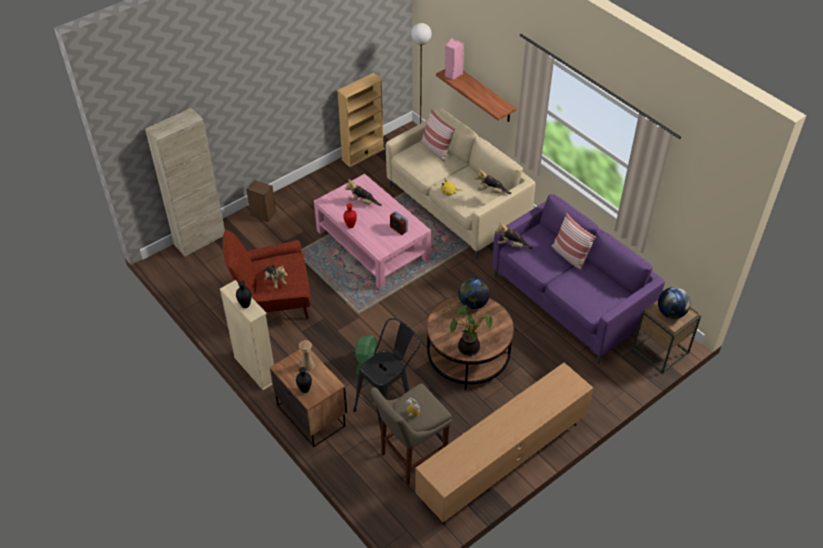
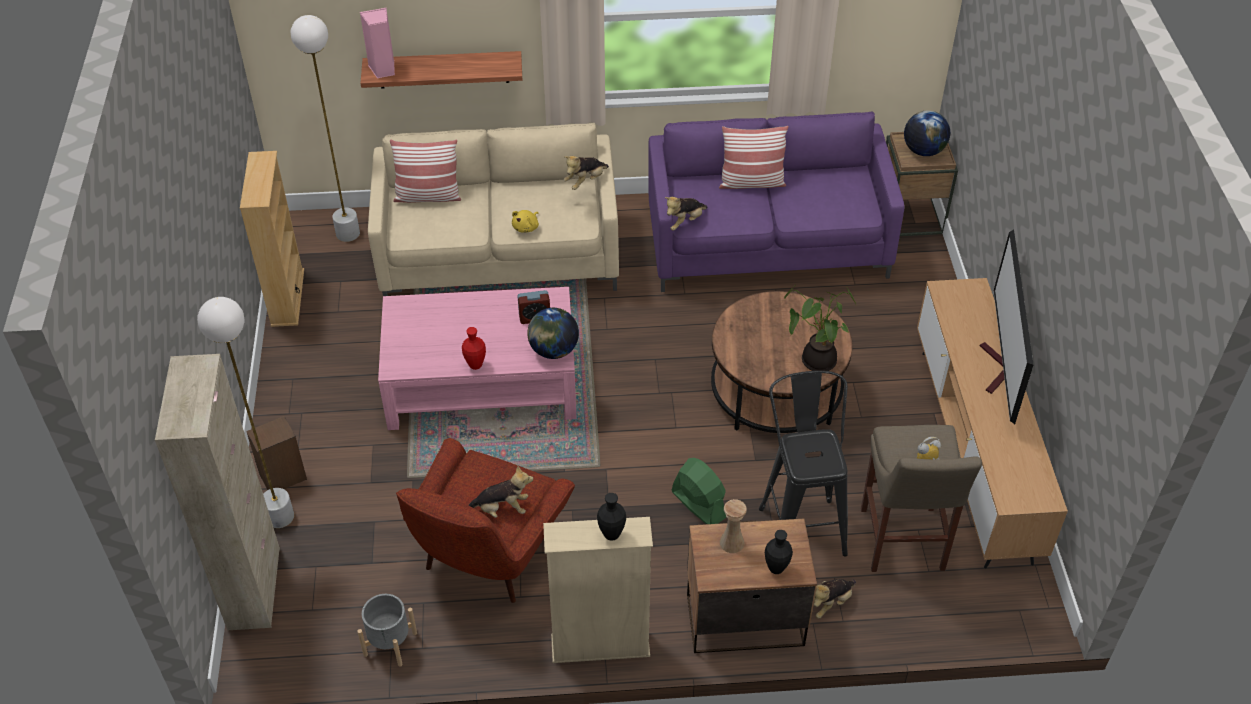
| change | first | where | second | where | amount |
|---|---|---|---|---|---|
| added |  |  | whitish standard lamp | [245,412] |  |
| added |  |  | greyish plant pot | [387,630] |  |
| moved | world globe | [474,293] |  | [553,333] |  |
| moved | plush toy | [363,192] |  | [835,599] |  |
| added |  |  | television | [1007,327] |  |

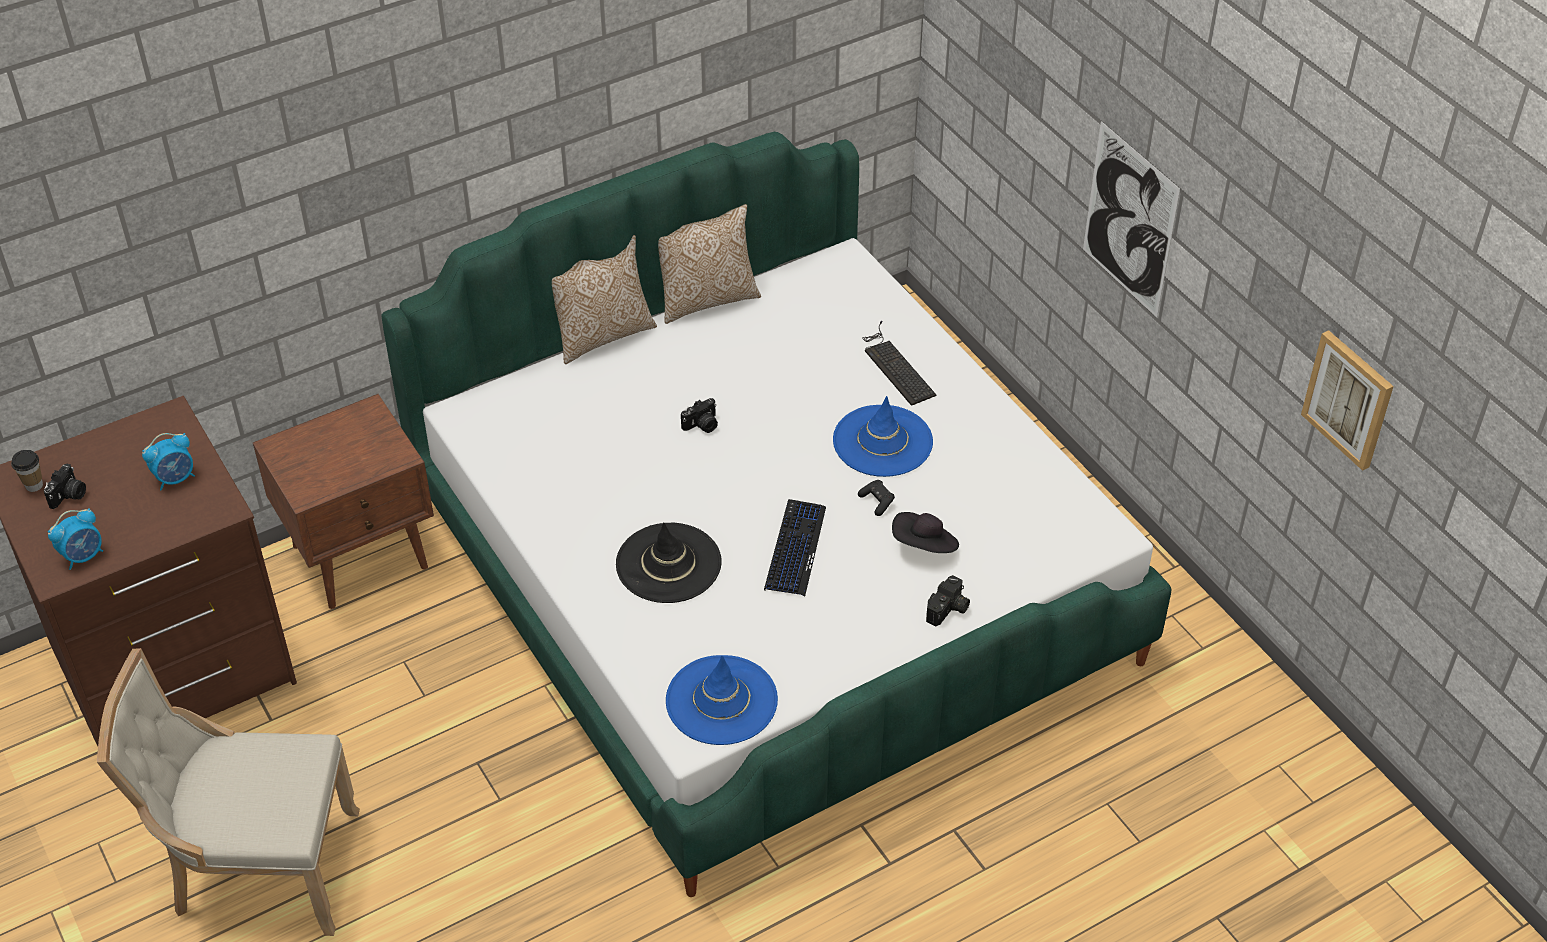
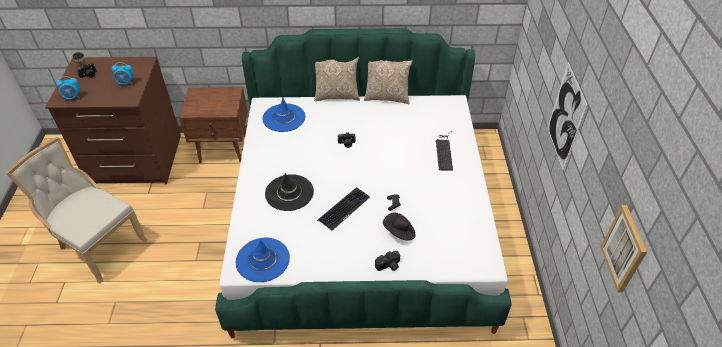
| change | first | where | second | where | amount |
|---|---|---|---|---|---|
| moved | blue-coloured wearable hat | [883,436] |  | [283,114] |  |

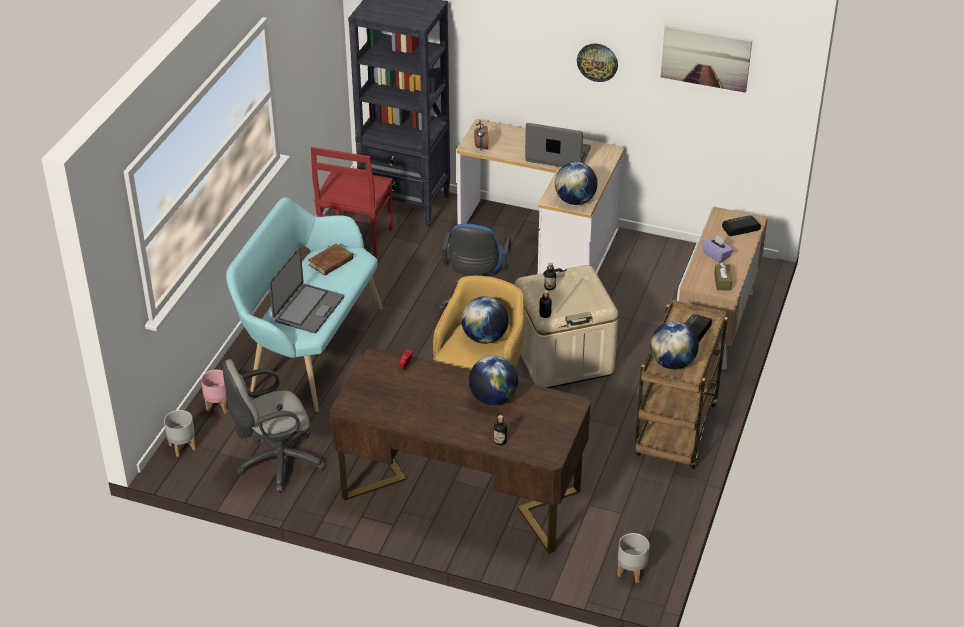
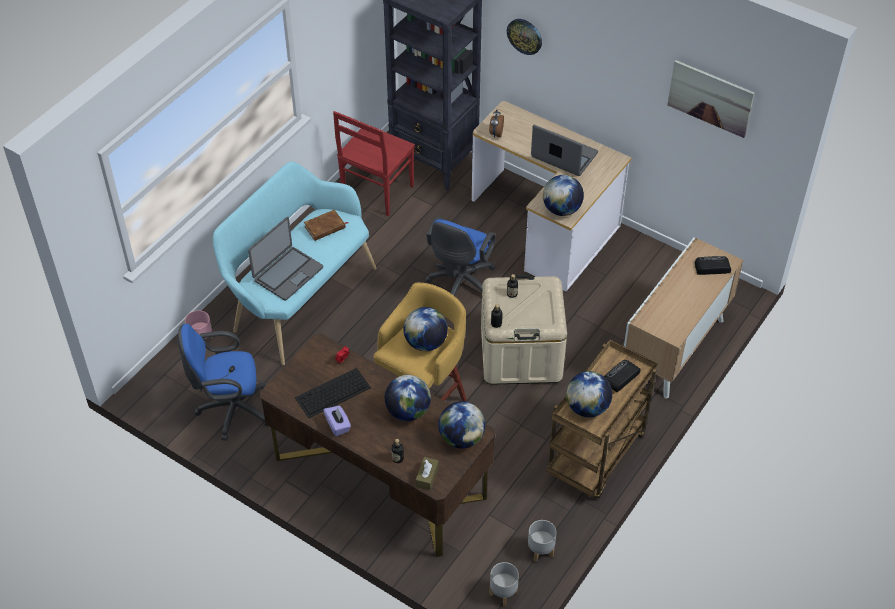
| change | first | where | second | where | amount |
|---|---|---|---|---|---|
| recoloured | greyish desk chair | [274,425] | blue-coloured desk chair | [223,382] |  |
| added |  |  | computer keyboard | [333,393] |  |
| moved | purple box of tissues | [717,249] |  | [337,421] |  |
| moved | brown box of tissues | [723,276] |  | [427,473] |  |
| added |  |  | world globe | [461,425] |  |
| moved | hanging clock | [597,63] |  | [524,37] |  |
| moved | greyish plant pot | [180,433] |  | [542,541] |  |

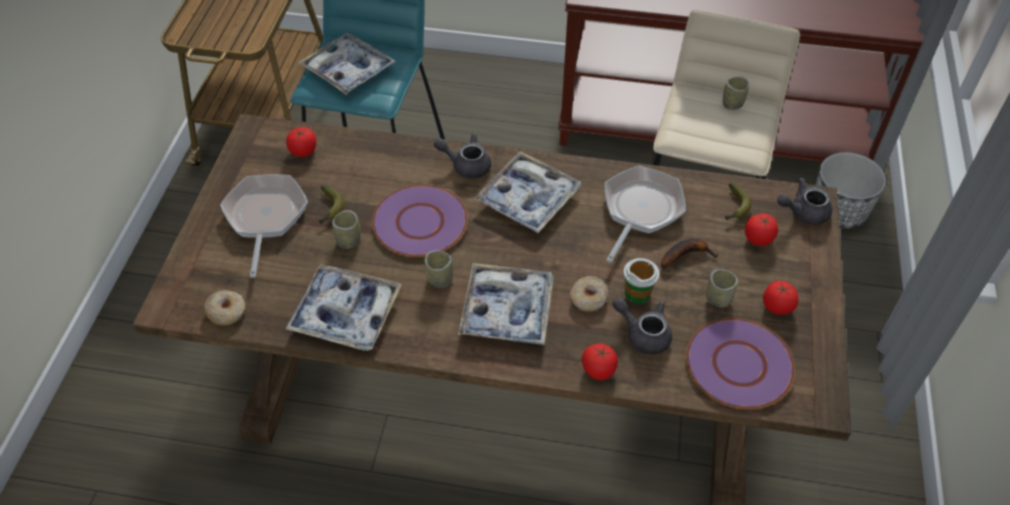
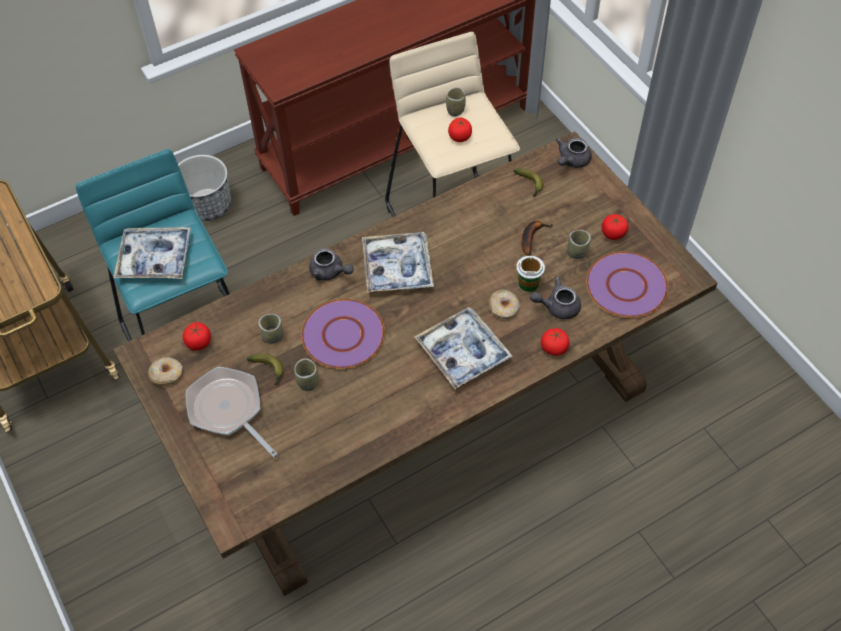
| change | first | where | second | where | amount |
|---|---|---|---|---|---|
| moved | ring doughnut | [224,307] |  | [165,372] |  |
| moved | plant pot | [851,190] |  | [204,188] |  |
| moved | small cup | [439,269] |  | [270,329] |  |
| turned | greyish pot for tea | [462,156] |  | [331,265] | 120 degrees counterclockwise |
| moved | fresh tomato | [761,229] |  | [460,129] |  |
| removed | tray | [344,307] |  |  |  |
| removed | pan | [645,214] |  |  |  |

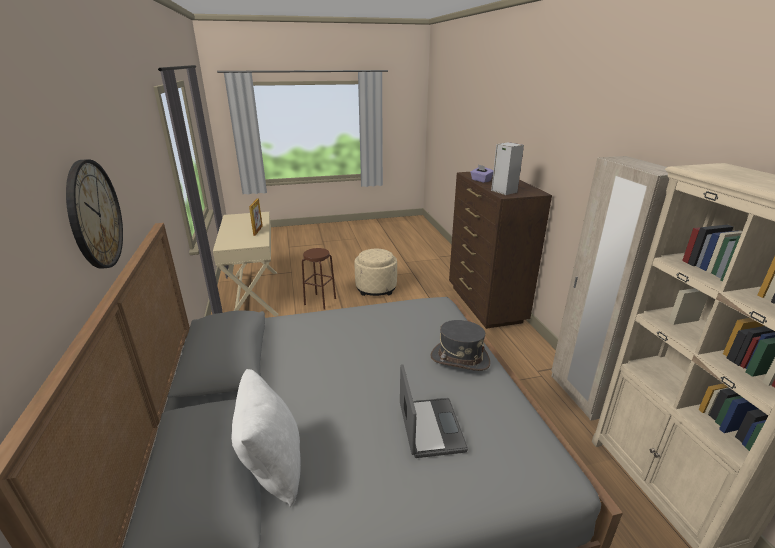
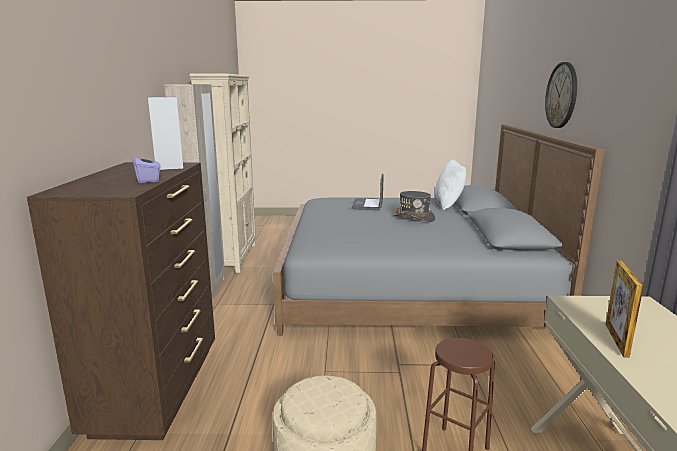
| change | first | where | second | where | amount |
|---|---|---|---|---|---|
| moved | greyish wearable hat | [460,345] |  | [414,206] |  |

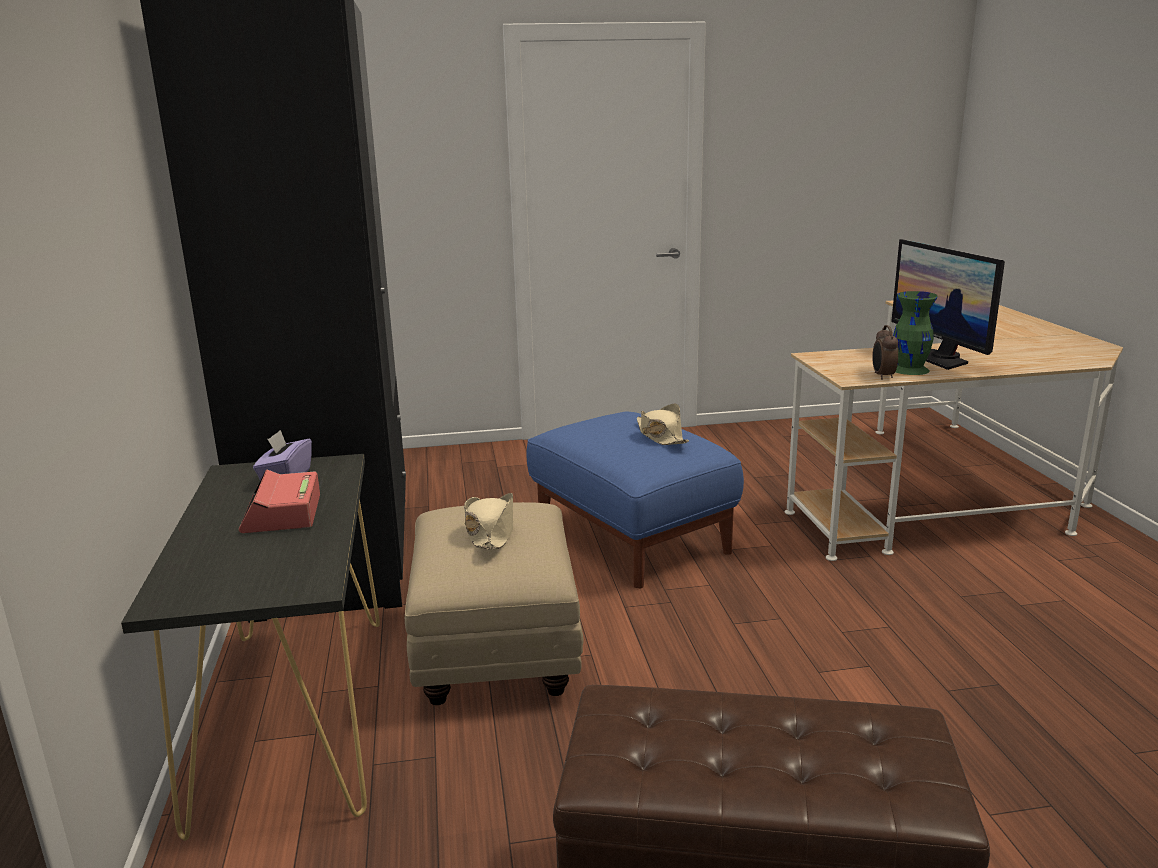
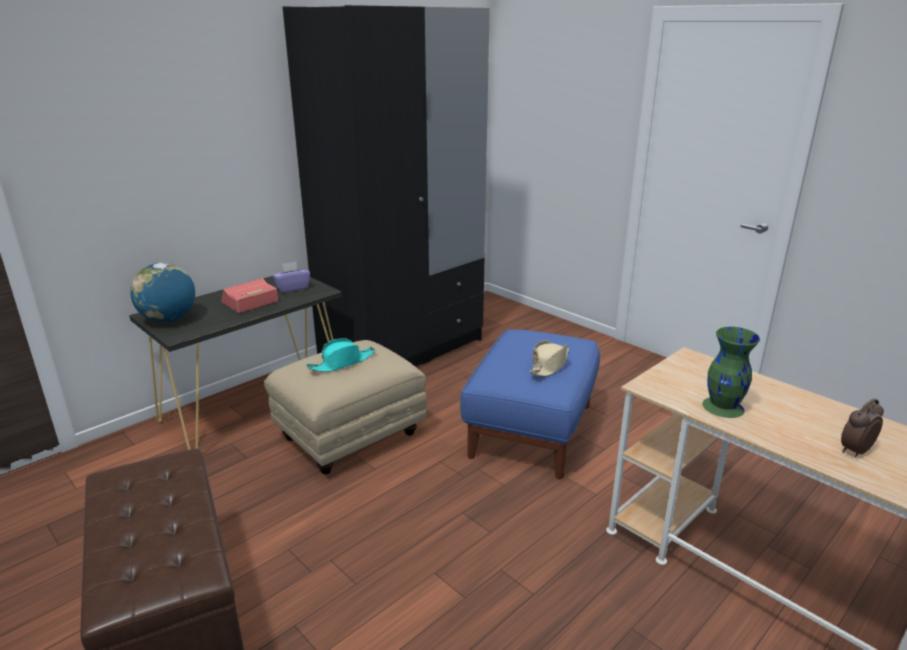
| change | first | where | second | where | amount |
|---|---|---|---|---|---|
| added |  |  | world globe | [162,292] |  |
| recoloured | beige-coloured wearable hat | [488,521] | turquoise-coloured wearable hat | [340,355] |  |
| moved | bedside clock | [885,352] |  | [862,428] |  |
| removed | monitor | [948,304] |  |  |  |

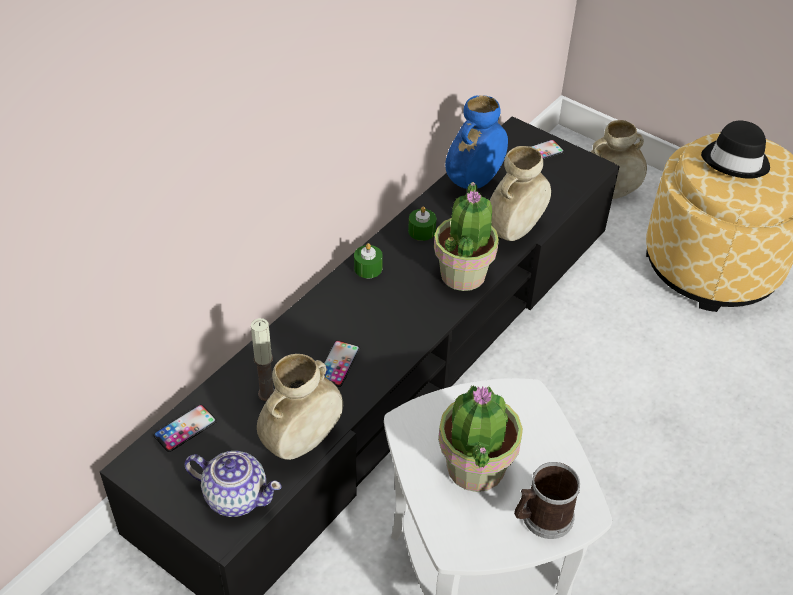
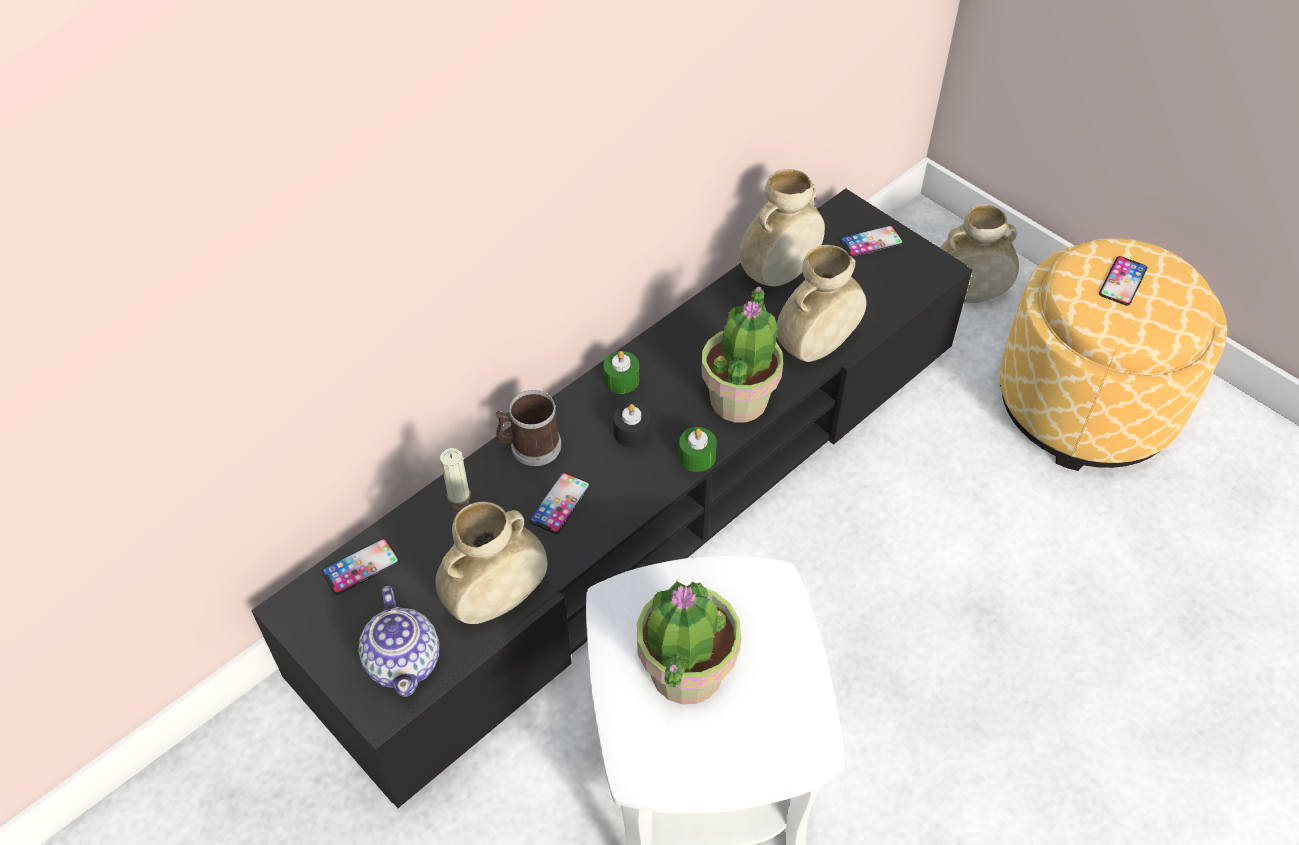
| change | first | where | second | where | amount |
|---|---|---|---|---|---|
| turned | pot for tea | [233,484] |  | [399,641] | 45 degrees clockwise |
| moved | mug | [547,500] |  | [528,428] |  |
| added |  |  | black-coloured wax light | [631,425] |  |
| moved | greenish wax light | [422,223] |  | [698,449] |  |
| recoloured | blue-coloured decorative vase | [476,142] | beige-coloured decorative vase | [782,227] |  |
| replaced | black-coloured wearable hat | [735,149] | handset | [1123,281] |  |

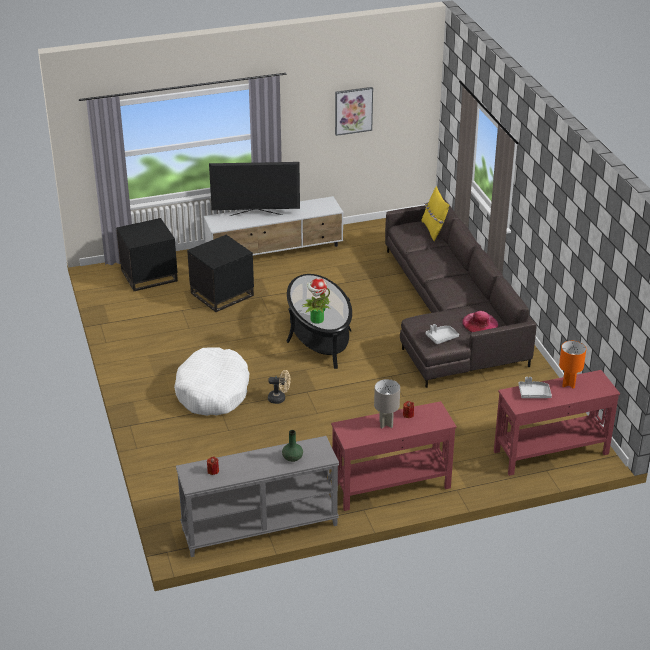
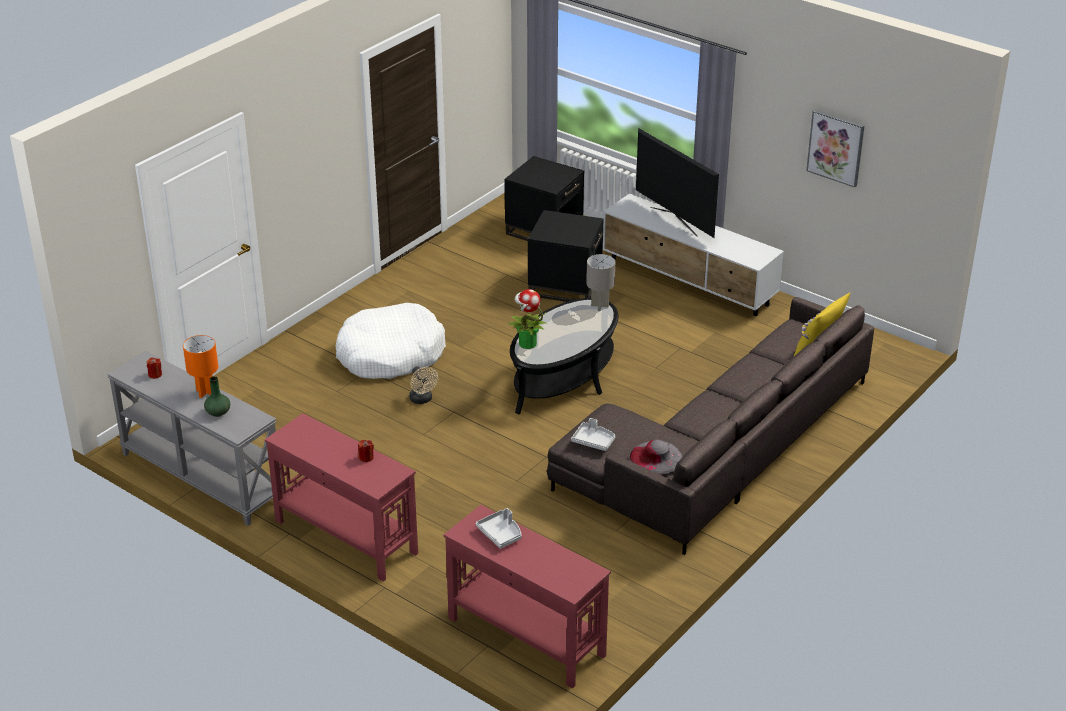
| change | first | where | second | where | amount |
|---|---|---|---|---|---|
| moved | orangey table lamp | [572,364] |  | [200,366] |  |
| moved | greyish table lamp | [387,403] |  | [600,282] |  |
| recoloured | pinkish wearable hat | [480,321] | greyish wearable hat | [656,457] |  |

